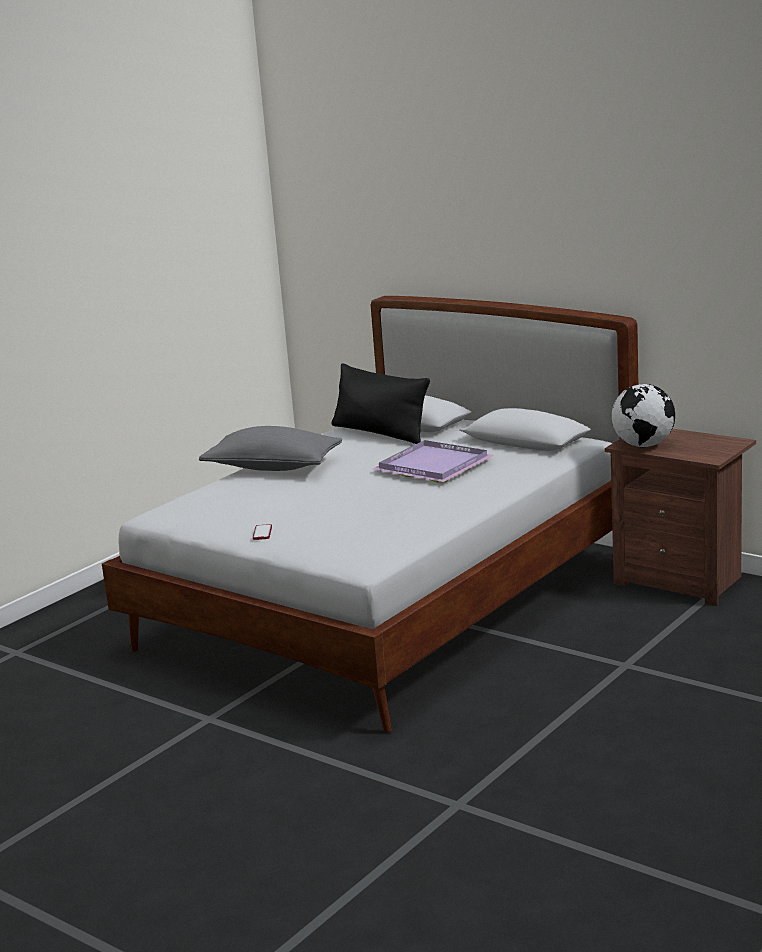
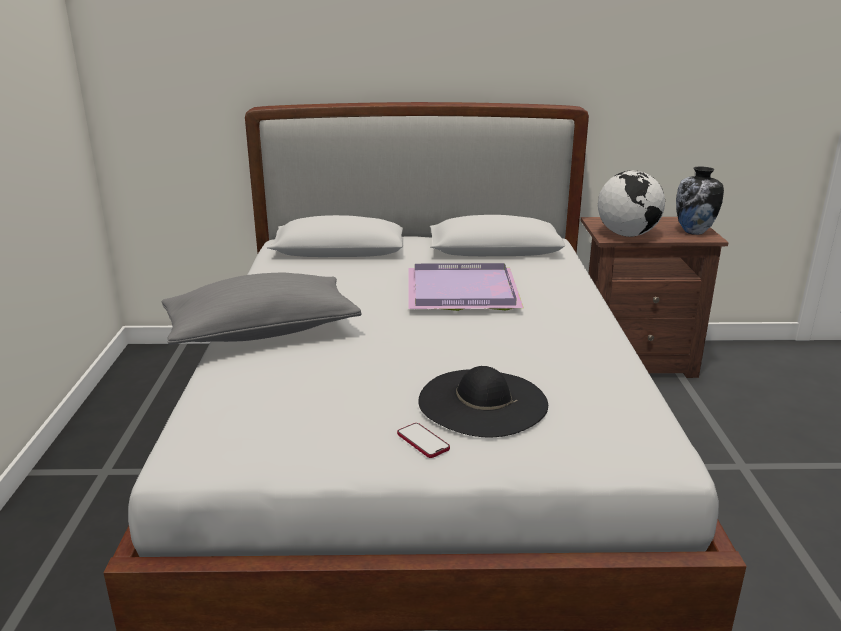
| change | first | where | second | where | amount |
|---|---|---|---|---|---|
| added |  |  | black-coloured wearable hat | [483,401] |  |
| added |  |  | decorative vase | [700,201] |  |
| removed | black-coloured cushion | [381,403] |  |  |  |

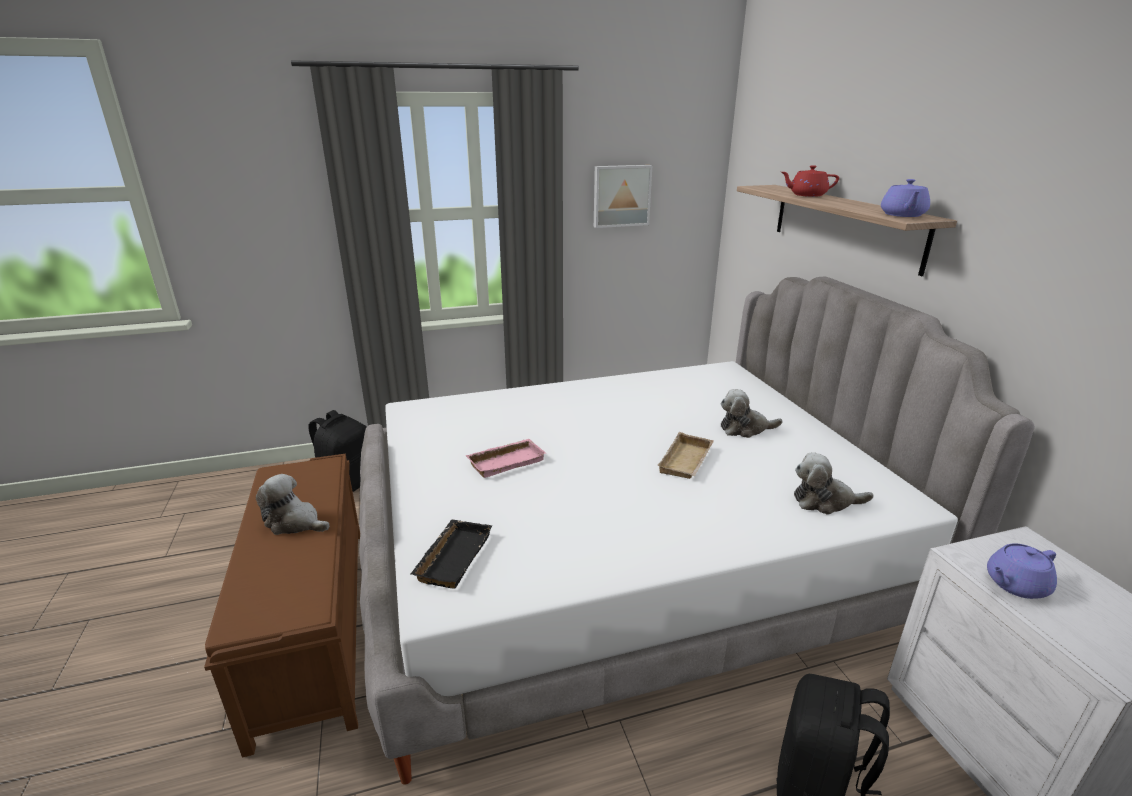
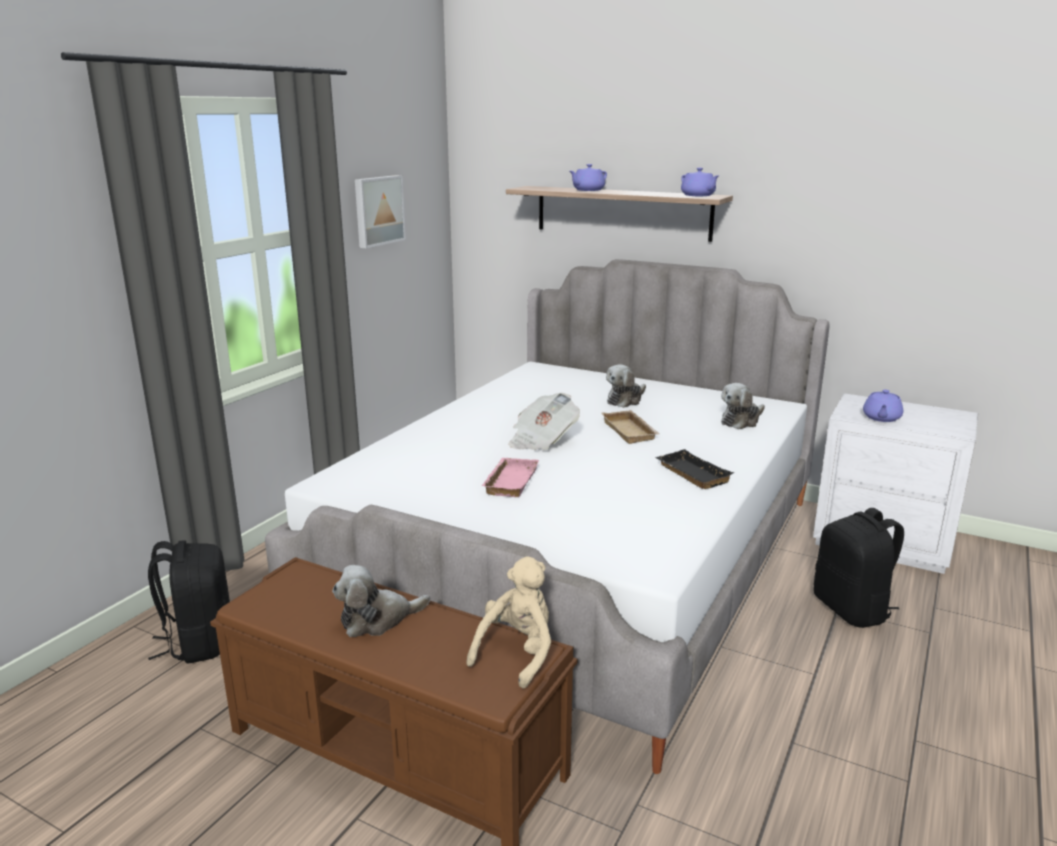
| change | first | where | second | where | amount |
|---|---|---|---|---|---|
| added |  |  | beige-coloured plush toy | [509,622] |  |
| added |  |  | daily paper | [544,421] |  |
| recoloured | red-coloured pot for tea | [810,181] | purple pot for tea | [588,177] |  |
| moved | black-coloured tray | [451,554] |  | [694,469] |  |

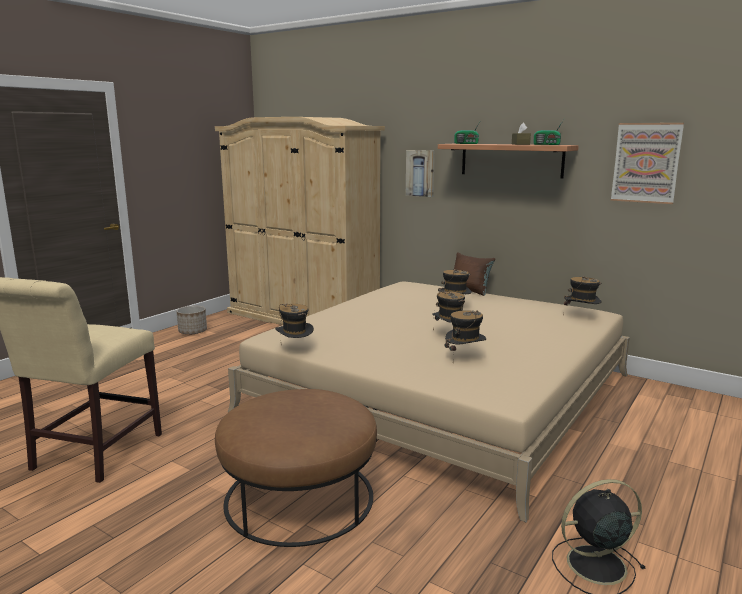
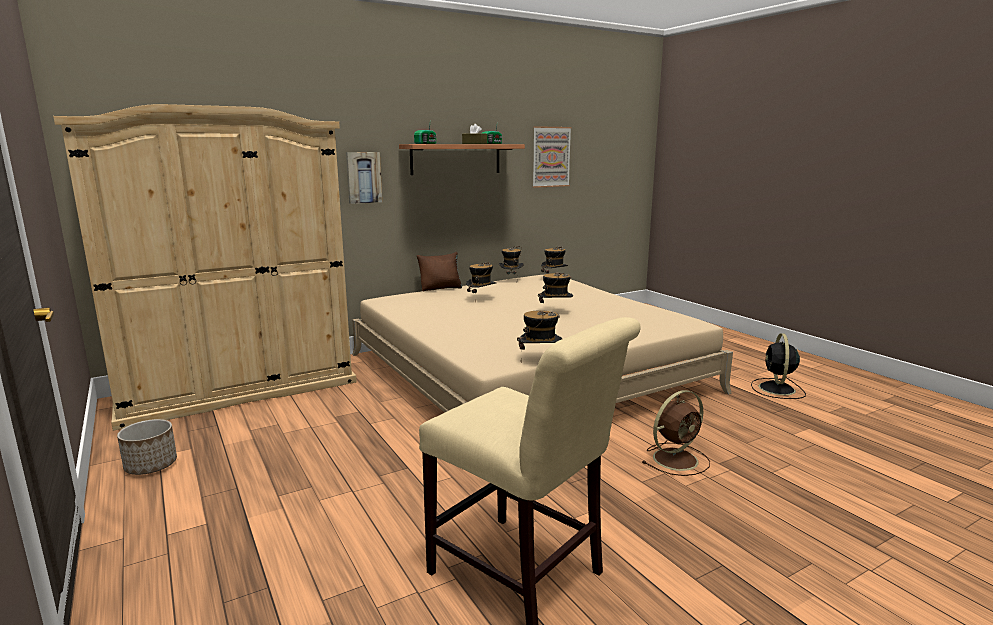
| change | first | where | second | where | amount |
|---|---|---|---|---|---|
| moved | wearable hat | [465,334] |  | [511,260] |  |
| replaced | brown footrest | [296,468] | brown fan | [676,433] |  |

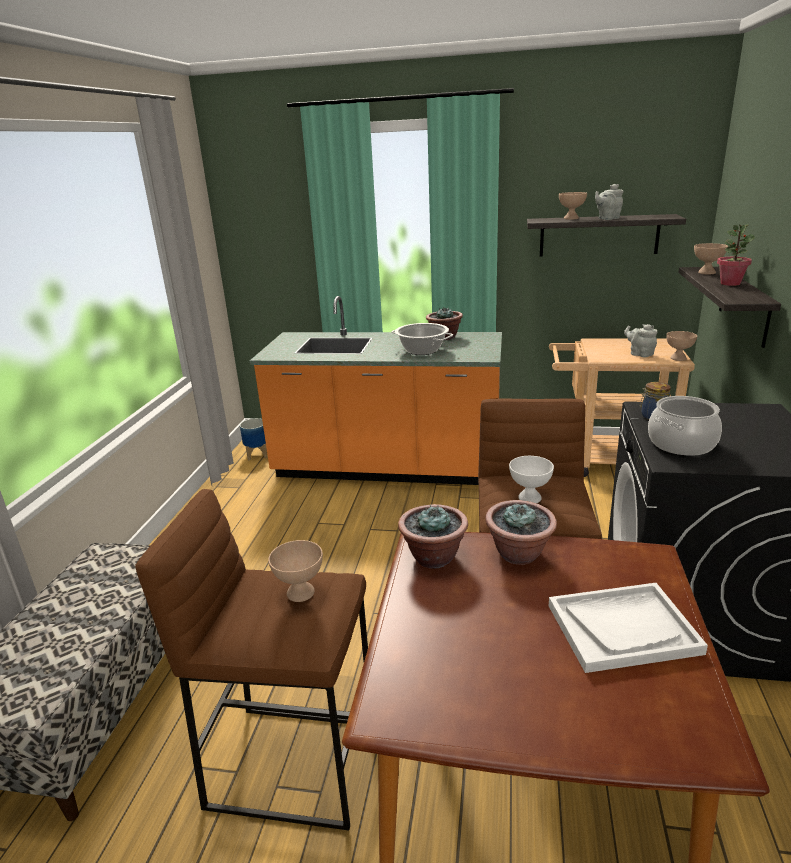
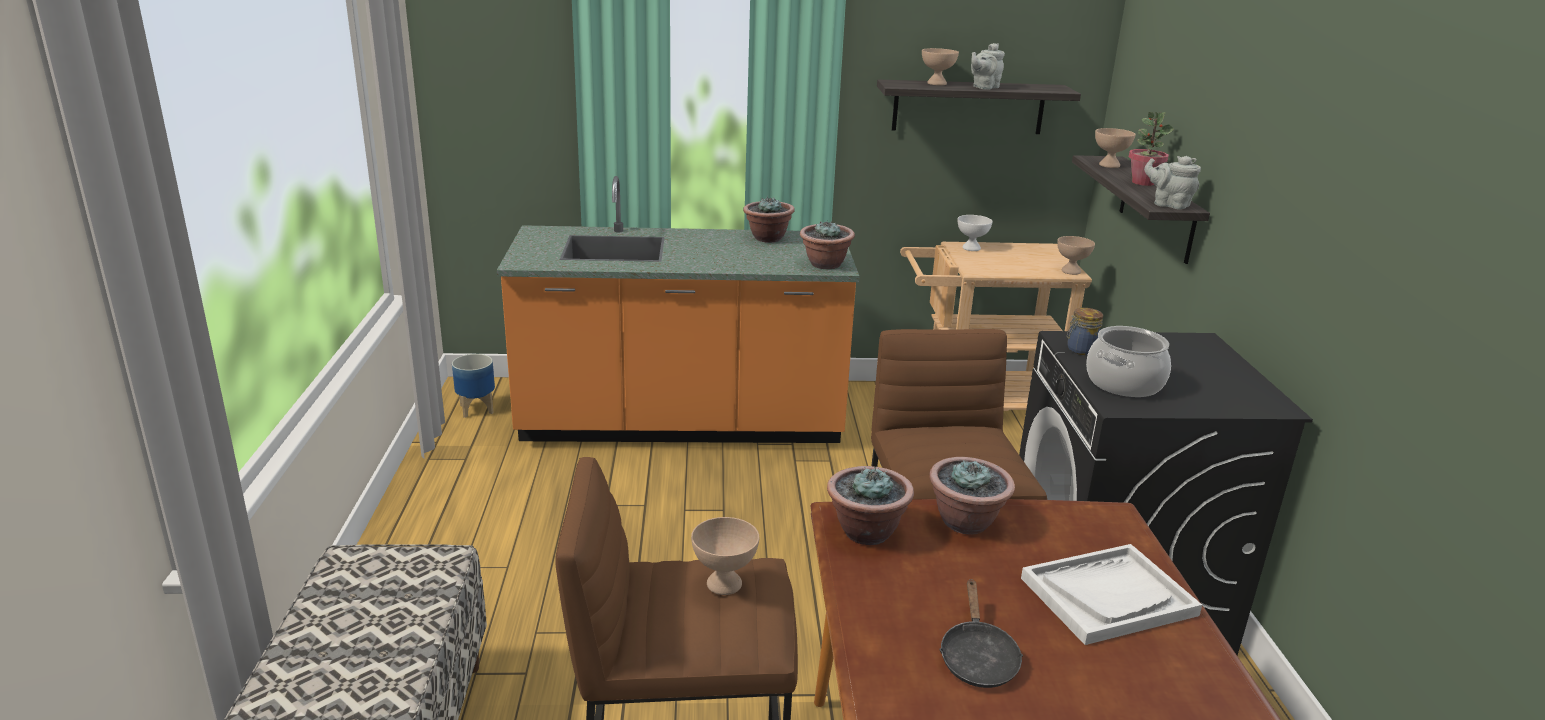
| change | first | where | second | where | amount |
|---|---|---|---|---|---|
| added |  |  | houseplant | [827,245] |  |
| added |  |  | black-coloured pan | [981,633] |  |
| moved | whitish serving bowl | [531,479] |  | [975,233] |  |
| moved | greyish pot for tea | [641,340] |  | [1172,182] |  |
| removed | saucepot | [422,339] |  |  |  |

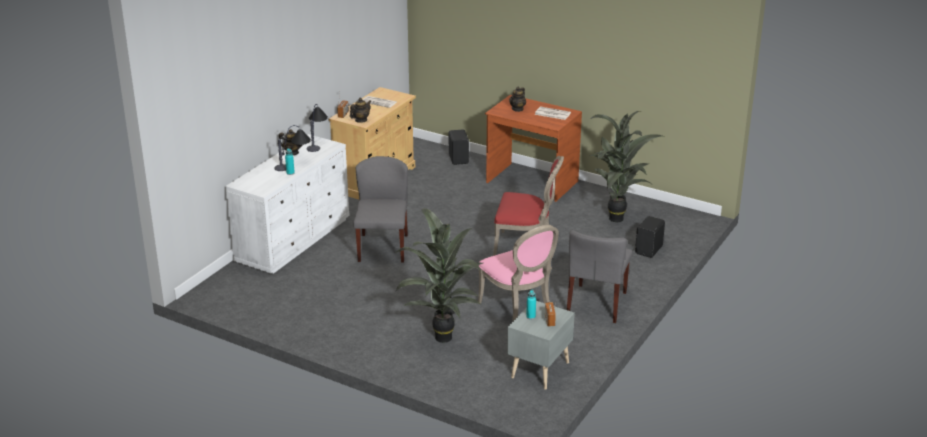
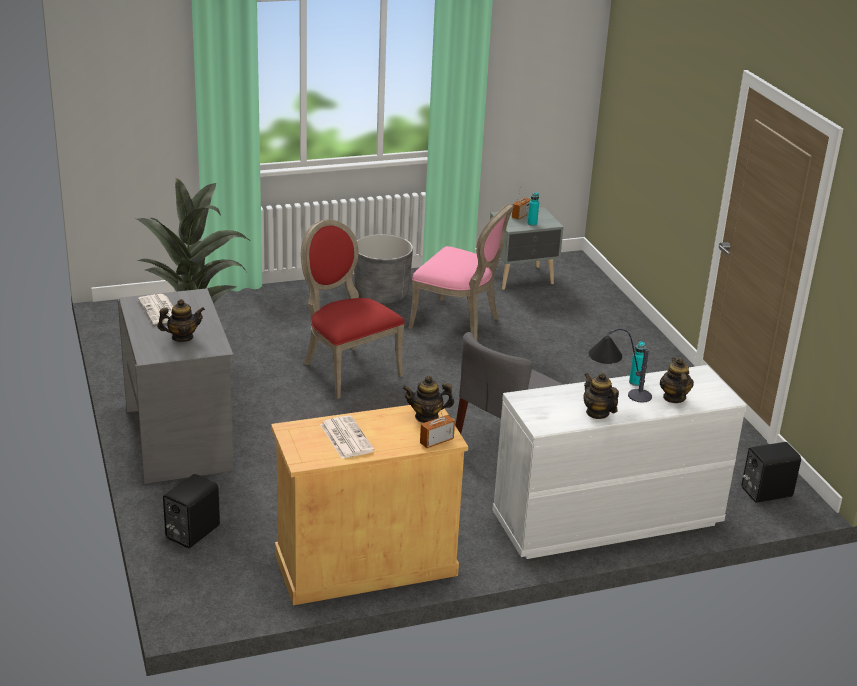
| change | first | where | second | where | amount |
|---|---|---|---|---|---|
| recoloured | brown desk table | [533,148] | greyish desk table | [176,386] |  |
| replaced | greyish chair | [599,276] | greyish plant pot | [383,269] |  |
| turned | pinkish chair | [518,273] |  | [461,272] | 105 degrees clockwise |
| added |  |  | pot for tea | [677,380] |  |
| moved | black-coloured loudspeaker | [650,237] |  | [771,472] |  |
| removed | table lamp | [317,128] |  |  |  |
| removed | houseplant | [439,275] |  |  |  |

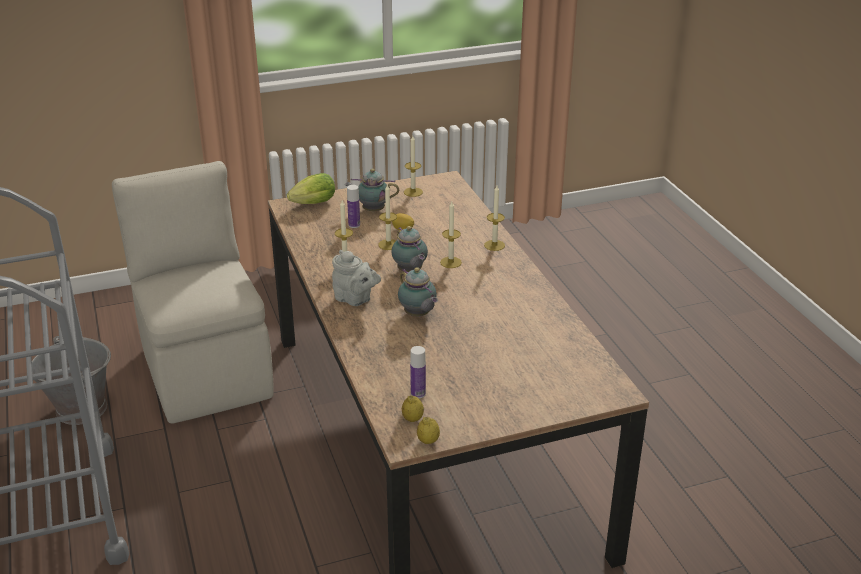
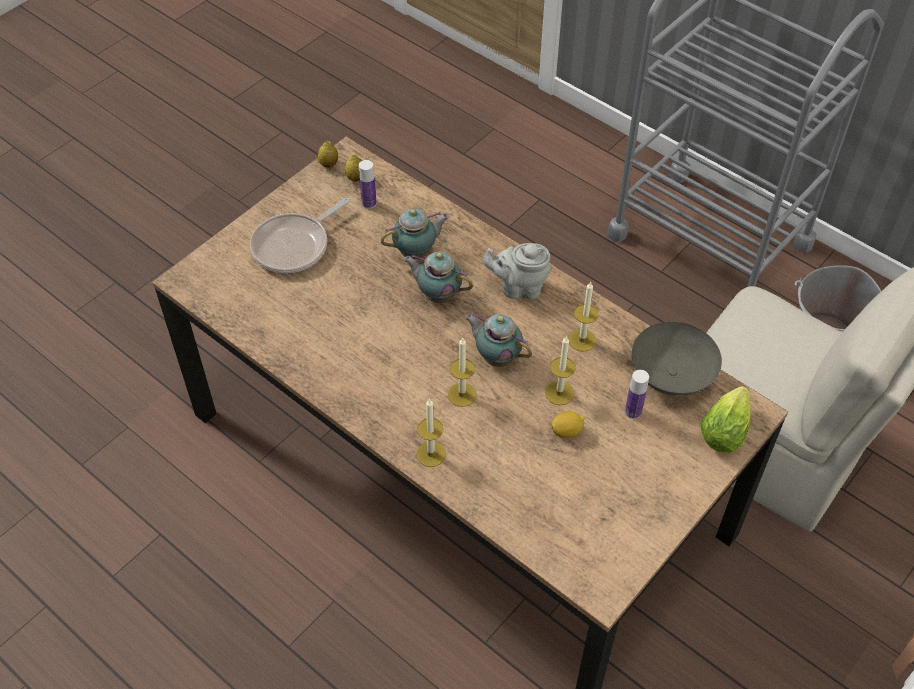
| change | first | where | second | where | amount |
|---|---|---|---|---|---|
| added |  |  | pan | [300,235] |  |
| moved | pot for tea | [372,190] |  | [415,233] |  |
| added |  |  | greyish serving bowl | [677,359] |  |
| removed | wax light | [413,166] |  |  |  |

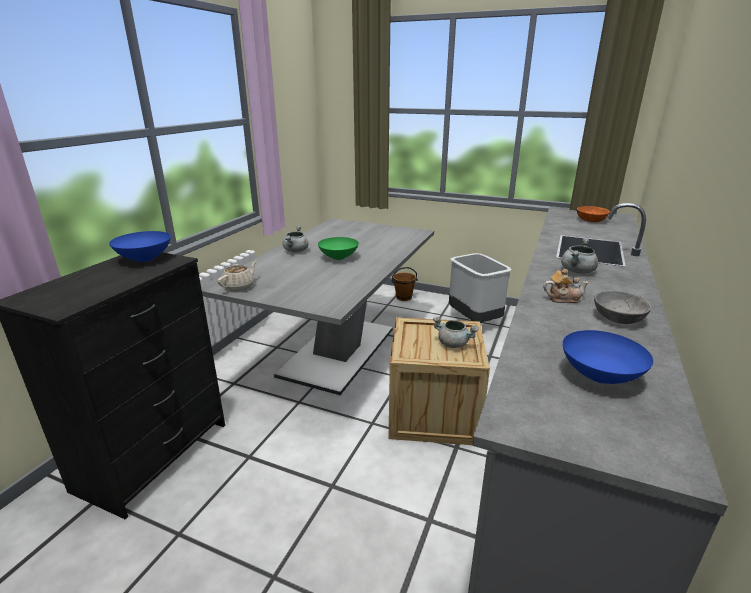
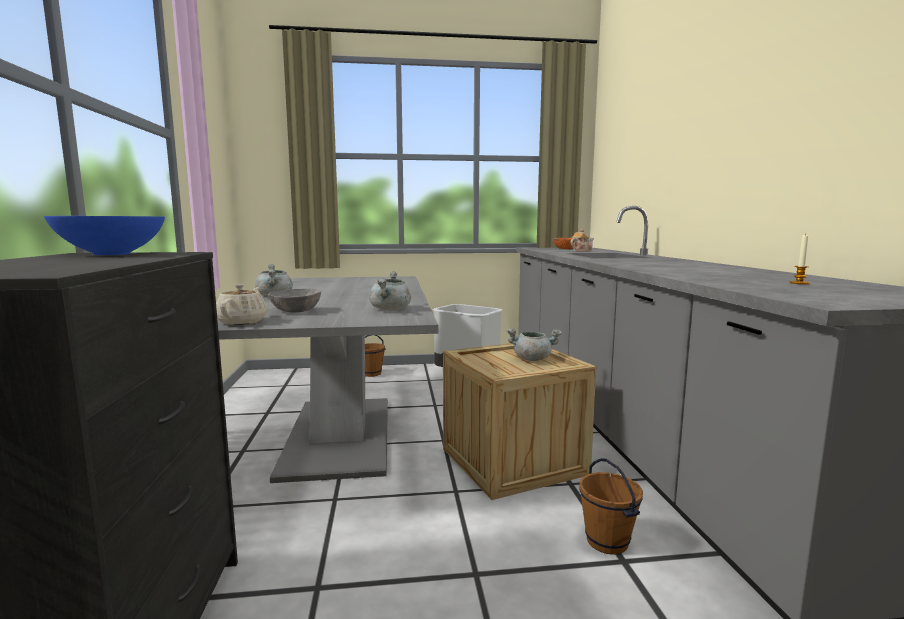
| change | first | where | second | where | amount |
|---|---|---|---|---|---|
| moved | greyish serving bowl | [623,307] |  | [294,301] |  |
| moved | greyish saucepot | [579,256] |  | [390,290] |  |
| moved | pot for tea | [566,286] |  | [582,240] |  |
| added |  |  | brown water bucket | [611,506] |  |
| replaced | blue-coloured serving bowl | [608,357] | wax light | [800,258] |  |
| removed | greenish serving bowl | [338,248] |  |  |  |

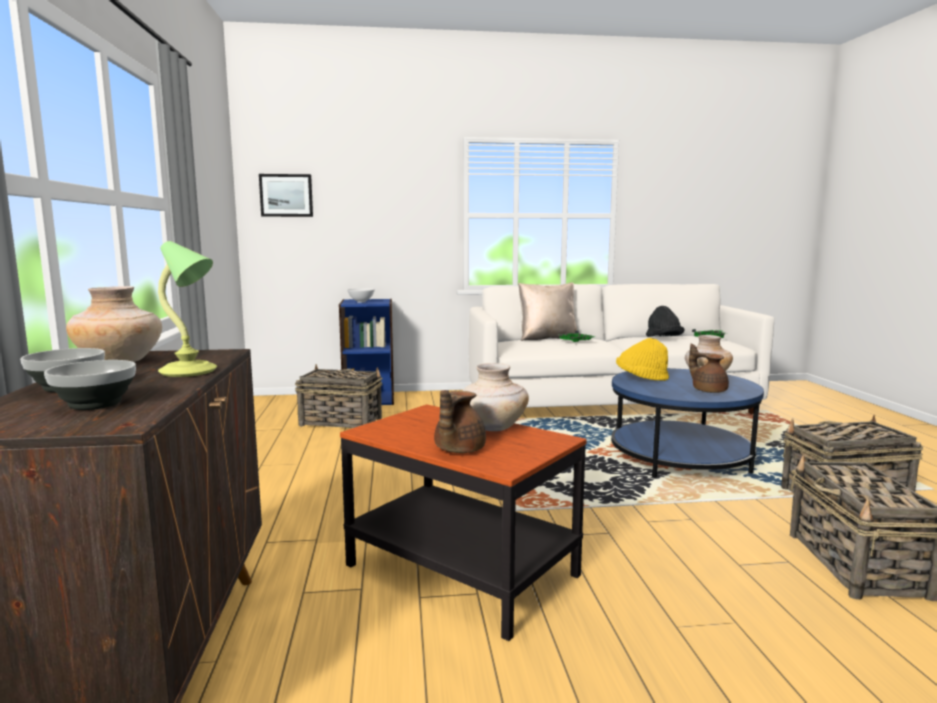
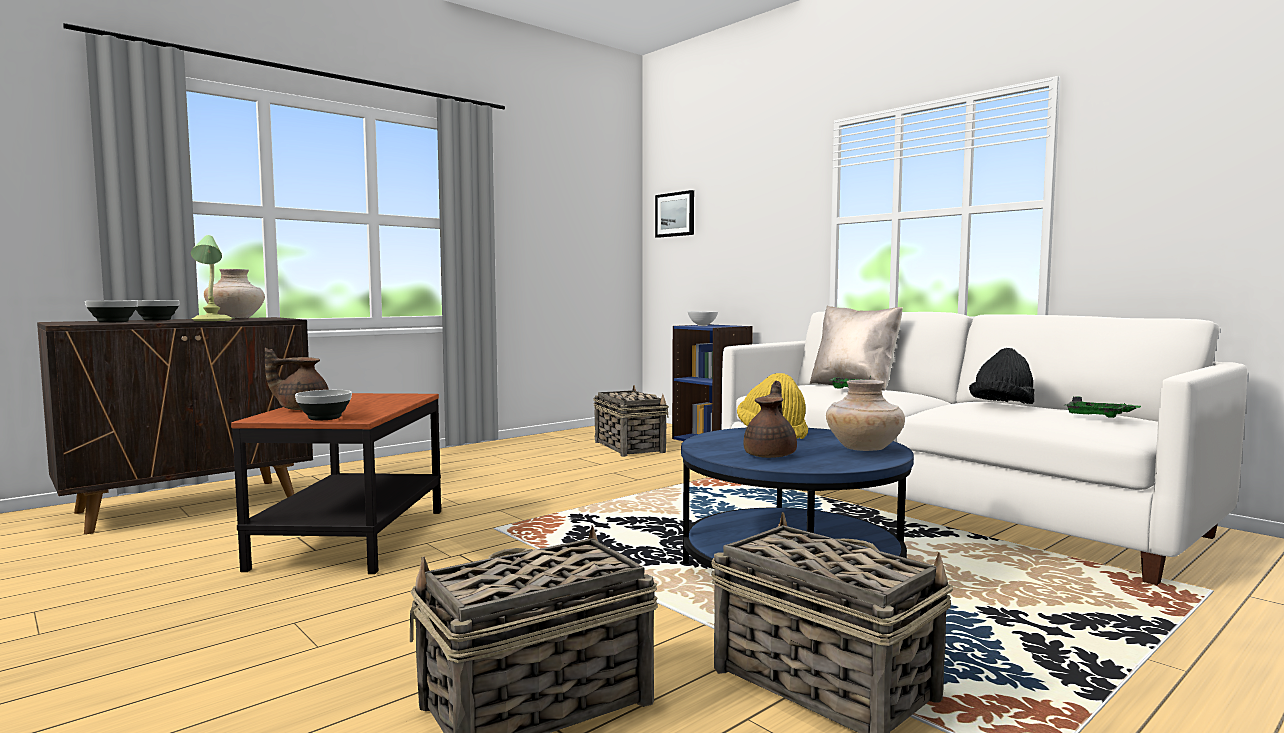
| change | first | where | second | where | amount |
|---|---|---|---|---|---|
| added |  |  | serving bowl | [323,405] |  |
| removed | beige-coloured decorative vase | [495,397] |  |  |  |

